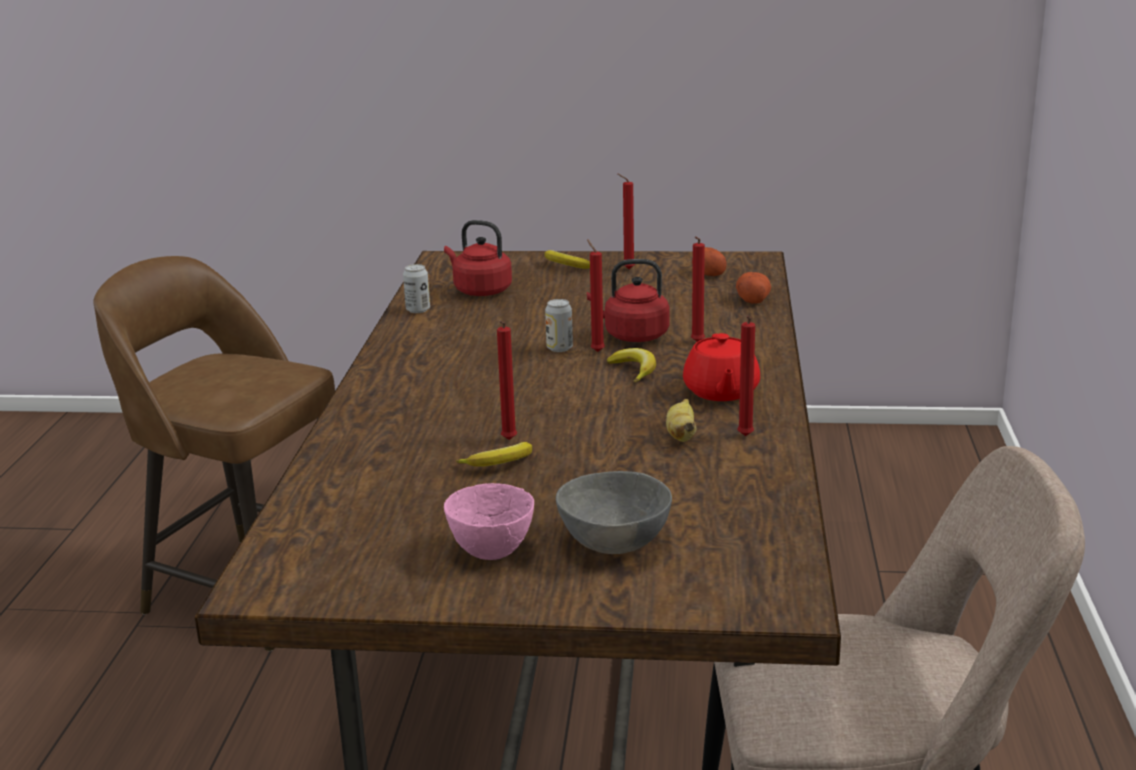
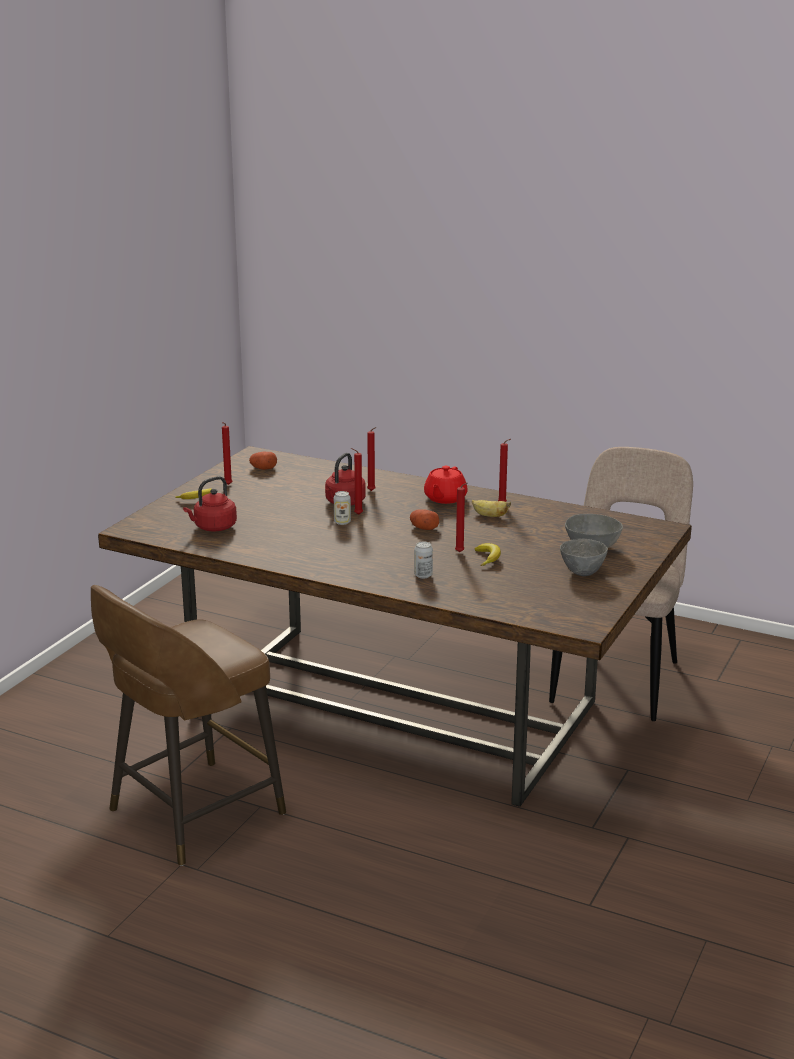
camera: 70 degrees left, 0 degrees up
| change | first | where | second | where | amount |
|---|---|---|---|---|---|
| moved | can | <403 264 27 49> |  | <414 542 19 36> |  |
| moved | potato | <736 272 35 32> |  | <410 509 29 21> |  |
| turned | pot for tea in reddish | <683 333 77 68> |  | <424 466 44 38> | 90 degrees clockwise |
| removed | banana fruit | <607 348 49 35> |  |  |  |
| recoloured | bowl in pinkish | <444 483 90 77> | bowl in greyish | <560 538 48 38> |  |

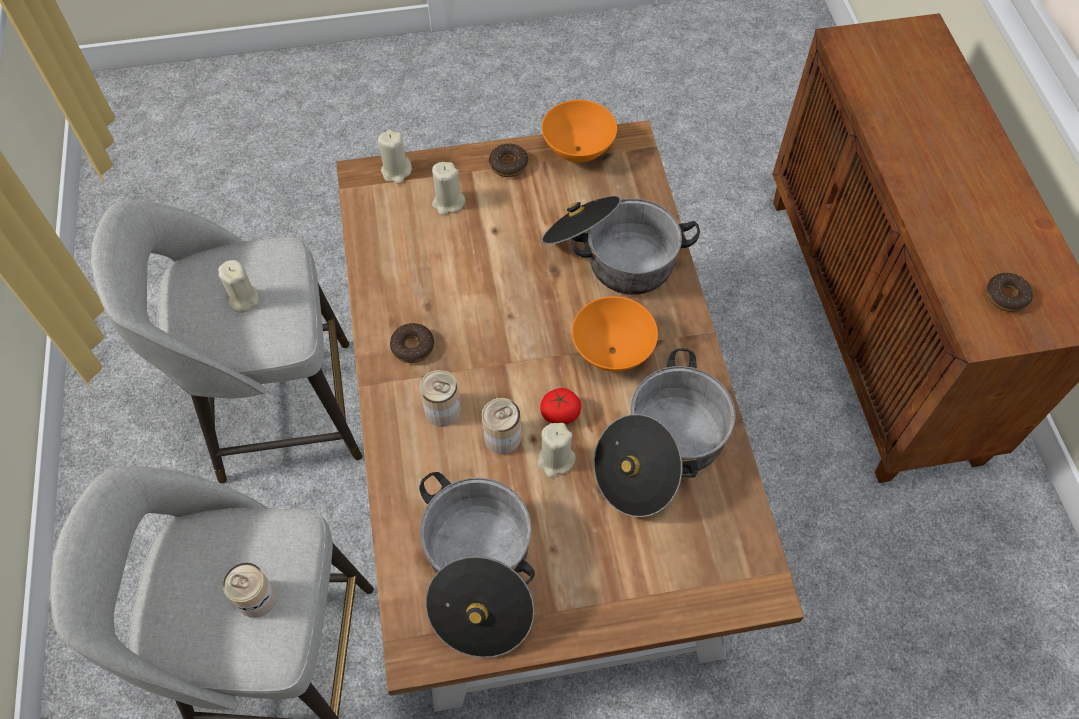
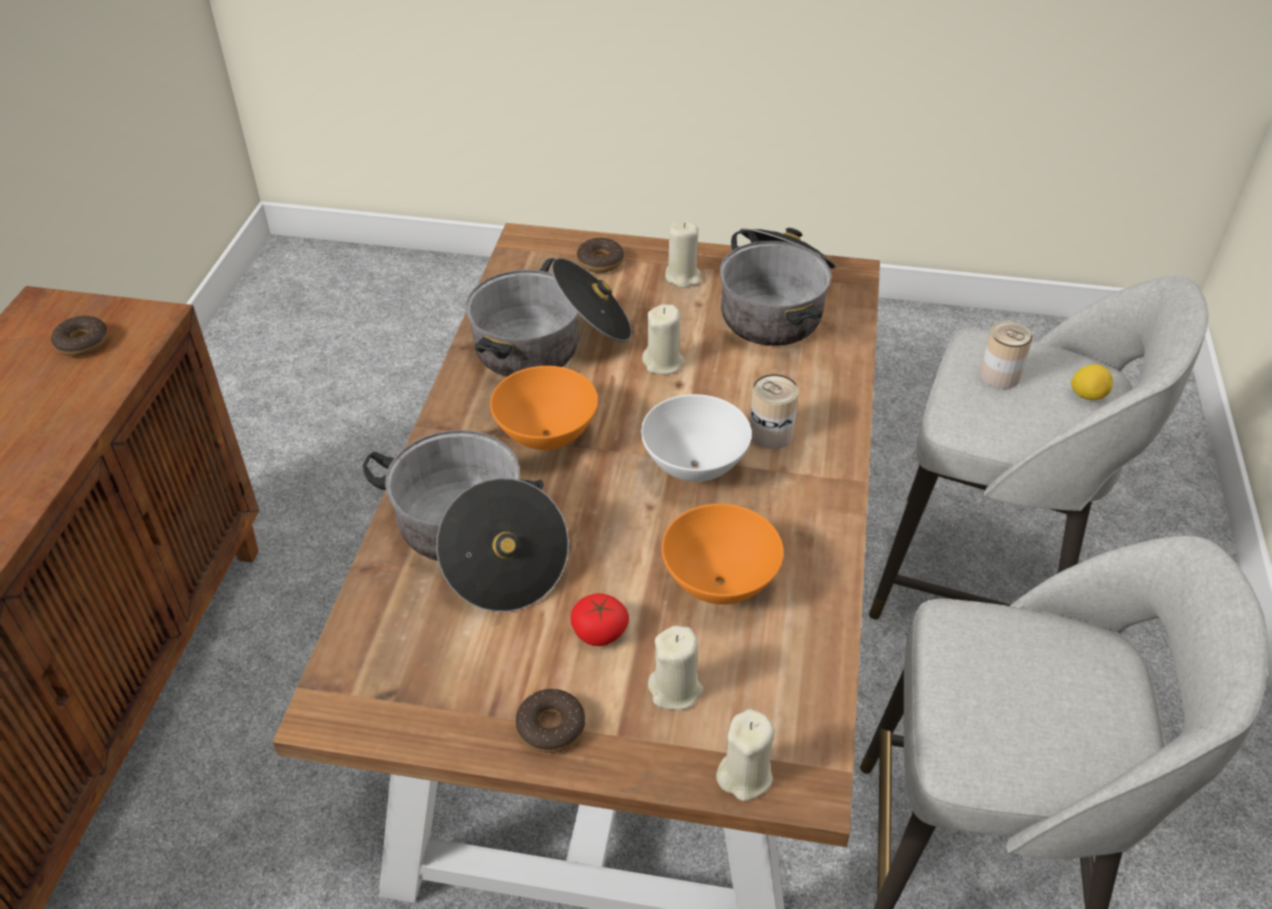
camera: 160 degrees left, 15 degrees down
| change | first | where | second | where | amount |
|---|---|---|---|---|---|
| moved | bowl in orange-coloured | <542 100 75 63> |  | <662 504 122 100> |  |
| moved | candle in sand-coloured | <218 260 41 53> |  | <665 221 36 67> |  |
| moved | doughnut | <390 323 44 40> |  | <577 238 47 35> |  |
| moved | tomato | <540 388 41 36> |  | <570 593 59 53> |  |
| removed | can | <482 398 39 56> |  |  |  |
| added |  |  | lemon | <1071 364 42 36> |  |
| added |  |  | bowl in white-coloured | <641 394 111 88> |  |

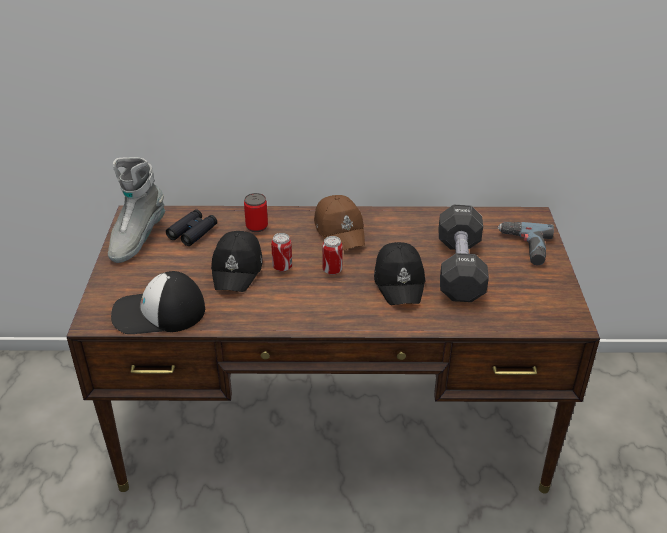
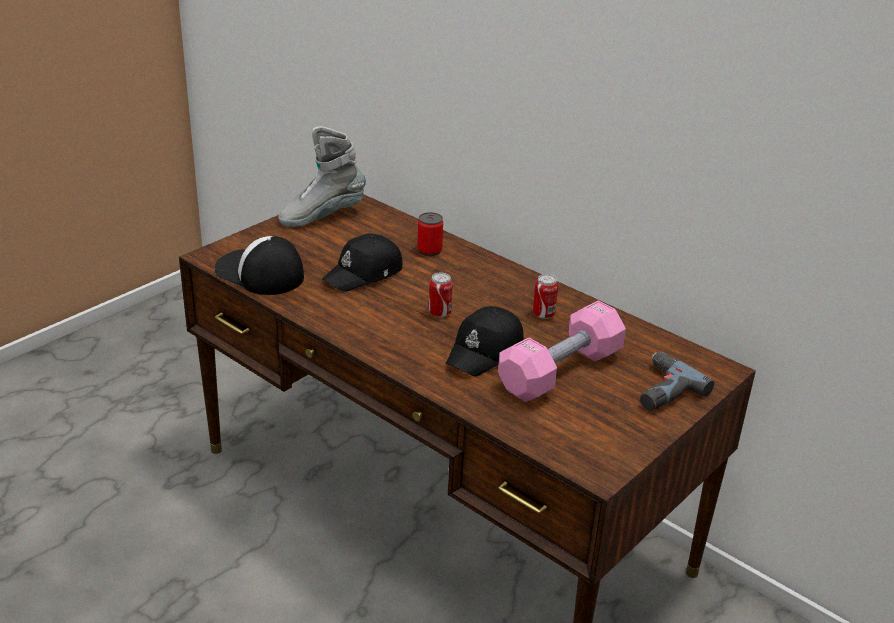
camera: 40 degrees right, 5 degrees down
| change | first | where | second | where | amount |
|---|---|---|---|---|---|
| removed | cap in brown | <314 195 51 55> |  |  |  |
| recoloured | hand weight in black | <439 205 50 97> | hand weight in pinkish | <498 300 128 102> |  |
| removed | pair of binoculars in black | <166 209 51 37> |  |  |  |
| moved | can | <271 233 21 39> |  | <533 274 25 45> |  |

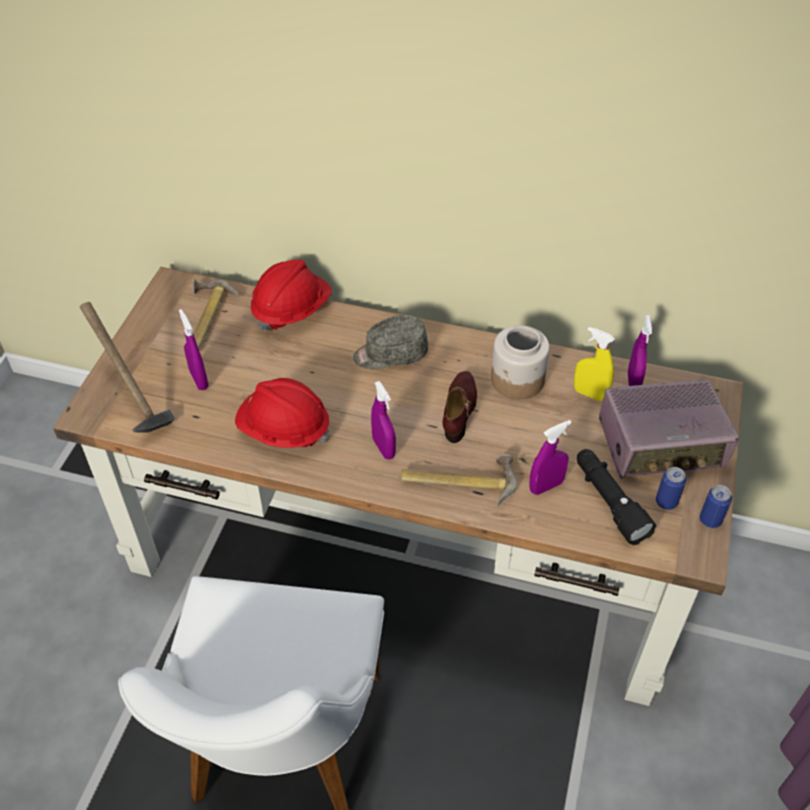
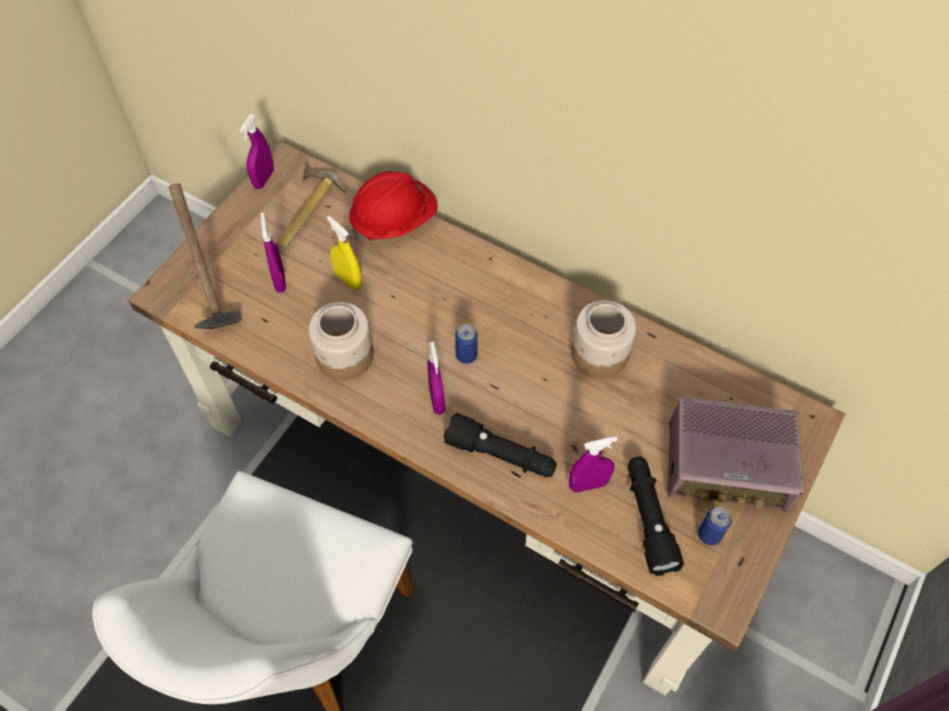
camera: 15 degrees right, 10 degrees up
| change | first | where | second | where | amount |
|---|---|---|---|---|---|
| removed | cap in greyish | <353 315 75 55> |  |  |  |
| moved | sprayer in purplish | <628 315 24 71> |  | <240 114 34 75> |  |
| moved | sprayer in yellow-coloured | <574 327 41 74> |  | <327 216 35 74> |  |
| removed | low shoe in brown | <443 371 34 72> |  |  |  |
| replaced | hard hat in reddish | <235 378 96 70> | preserve jar | <308 302 65 78> |  |
| replaced | hand hammer | <401 454 116 53> | torch in black | <443 413 114 64> |  |
| moved | can | <700 485 32 43> |  | <455 324 23 40> |  |

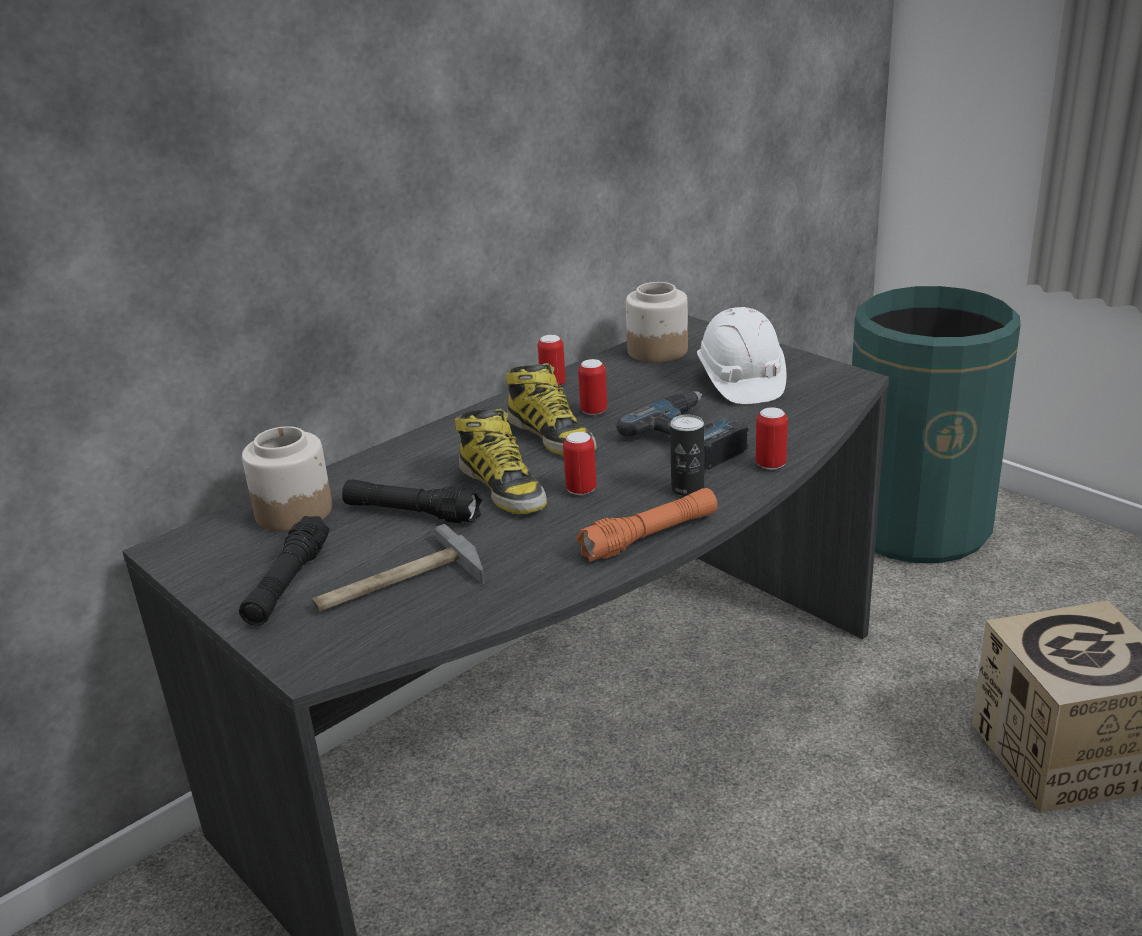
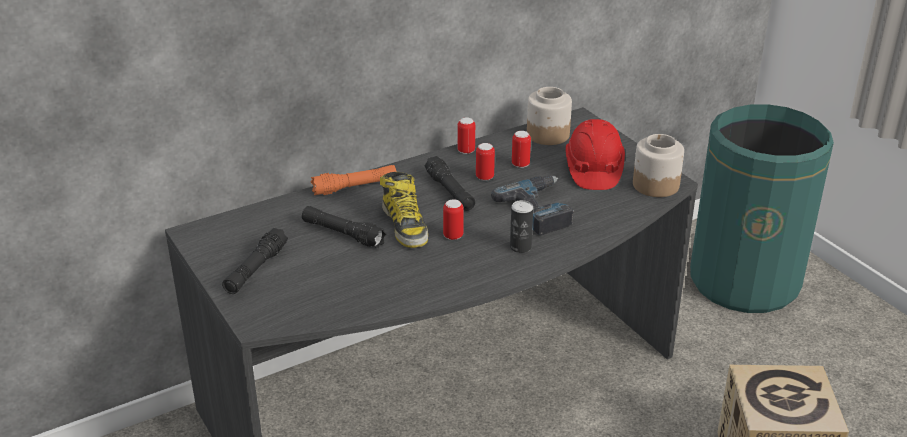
camera: 10 degrees right, 5 degrees up
| change | first | where | second | where | amount |
|---|---|---|---|---|---|
| recoloured | hard hat in white-coloured | <697 307 89 97> | hard hat in reddish | <565 119 60 71> |  |
| replaced | high-top boot | <506 363 91 93> | torch in black | <425 156 50 55> |  |
| moved | can | <756 407 32 63> |  | <512 131 19 37> |  |
| moved | preserve jar | <242 426 90 105> |  | <633 134 51 63> |  |
| moved | torch in orange-coloured | <576 488 142 74> |  | <311 165 86 30> |  |
| removed | hand hammer | <312 524 173 88> |  |  |  |

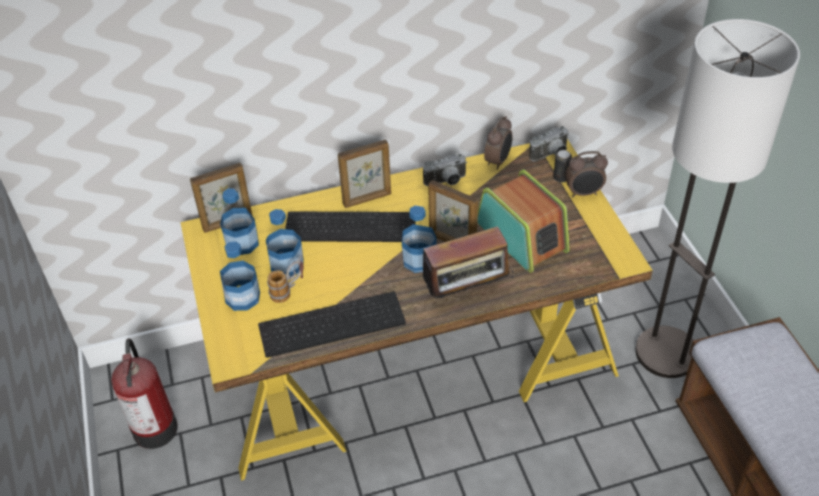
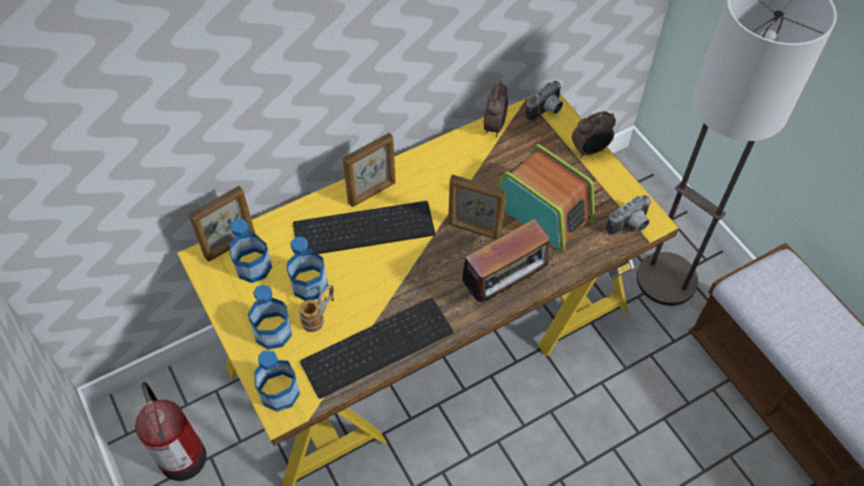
camera: 15 degrees left, 10 degrees up
| change | first | where | second | where | amount |
|---|---|---|---|---|---|
| removed | can | <553 150 19 33> |  |  |  |
| moved | still camera | <423 154 43 32> |  | <606 195 45 40> |  |
| moved | bottle | <401 205 35 68> |  | <254 351 46 61> |  |

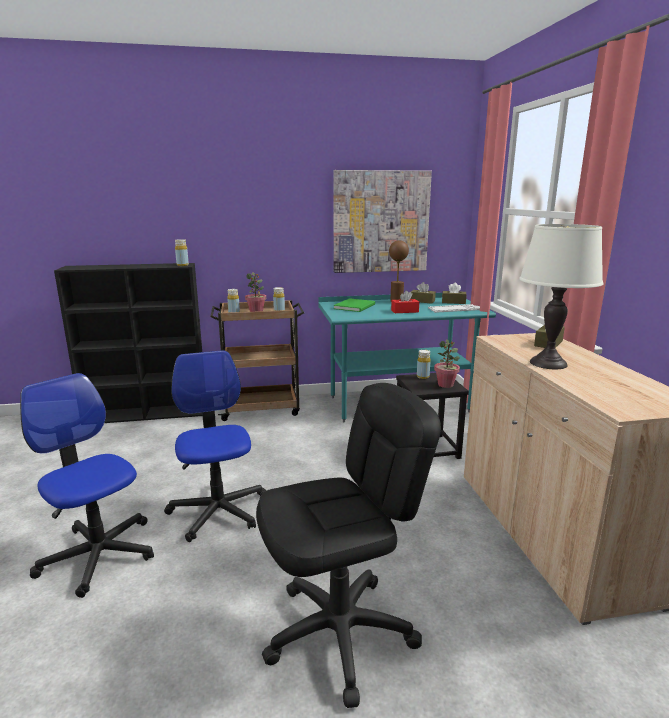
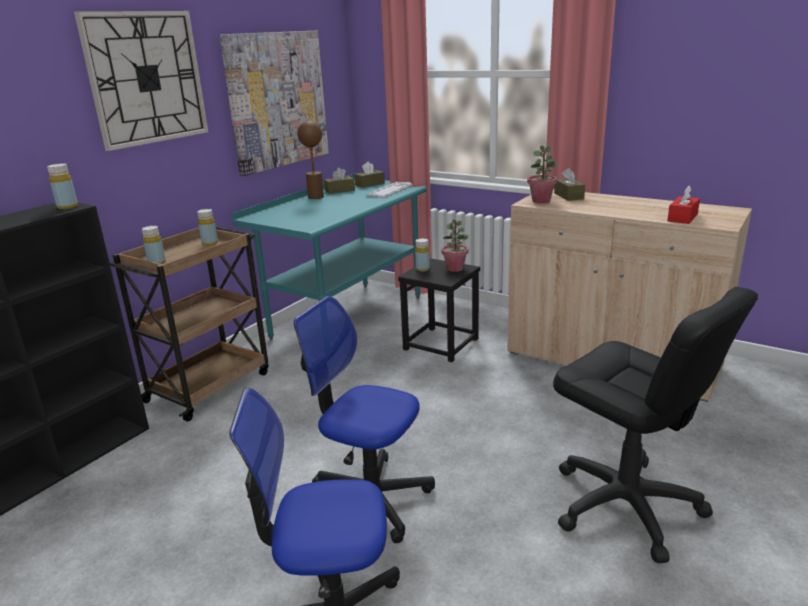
camera: 45 degrees left, 5 degrees up
| change | first | where | second | where | amount |
|---|---|---|---|---|---|
| removed | table lamp in white-coloured | <519 224 85 145> |  |  |  |
| moved | plant in a pot | <245 272 21 40> |  | <527 145 30 58> |  |
| moved | tissue box in reddish | <391 290 28 23> |  | <667 186 33 38> |  |
| removed | volume in green | <333 298 42 14> |  |  |  |
| turned | desk chair in black | <256 383 185 325> |  | <553 287 205 277> | 120 degrees clockwise |
| added |  |  | clock on the wall | <74 11 134 140> |  |

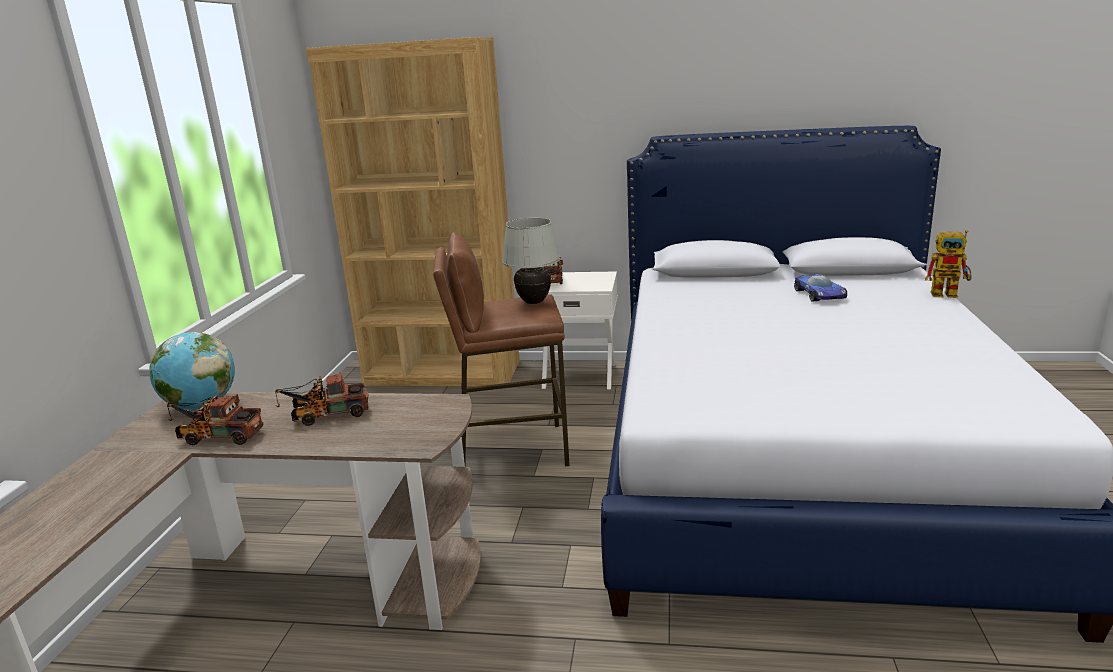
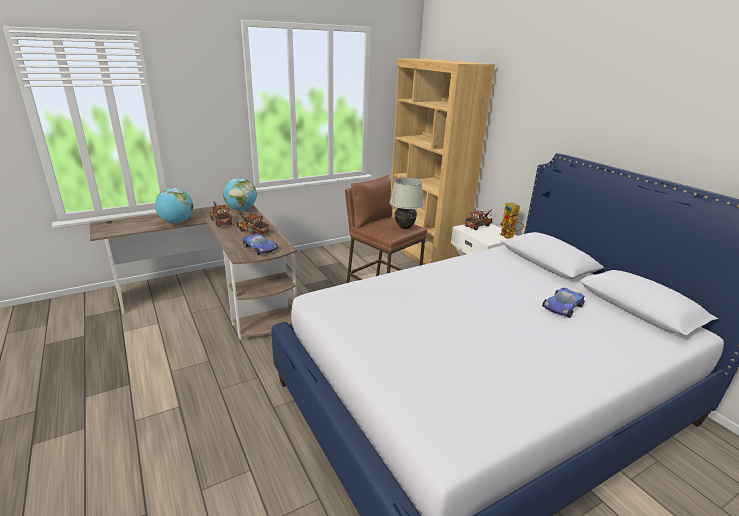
camera: 50 degrees right, 5 degrees up
| change | first | where | second | where | amount |
|---|---|---|---|---|---|
| moved | robot figure | <925 230 47 68> |  | <500 202 24 37> |  |
| added |  |  | globe | <155 188 38 35> |  |
| added |  |  | toy car | <243 233 35 22> |  |

